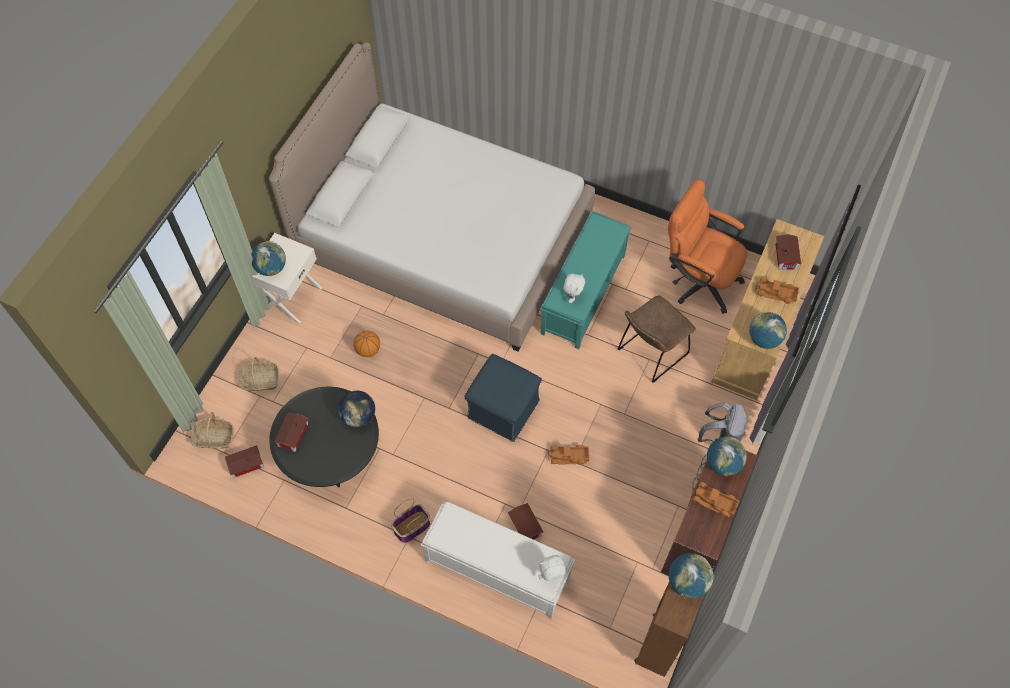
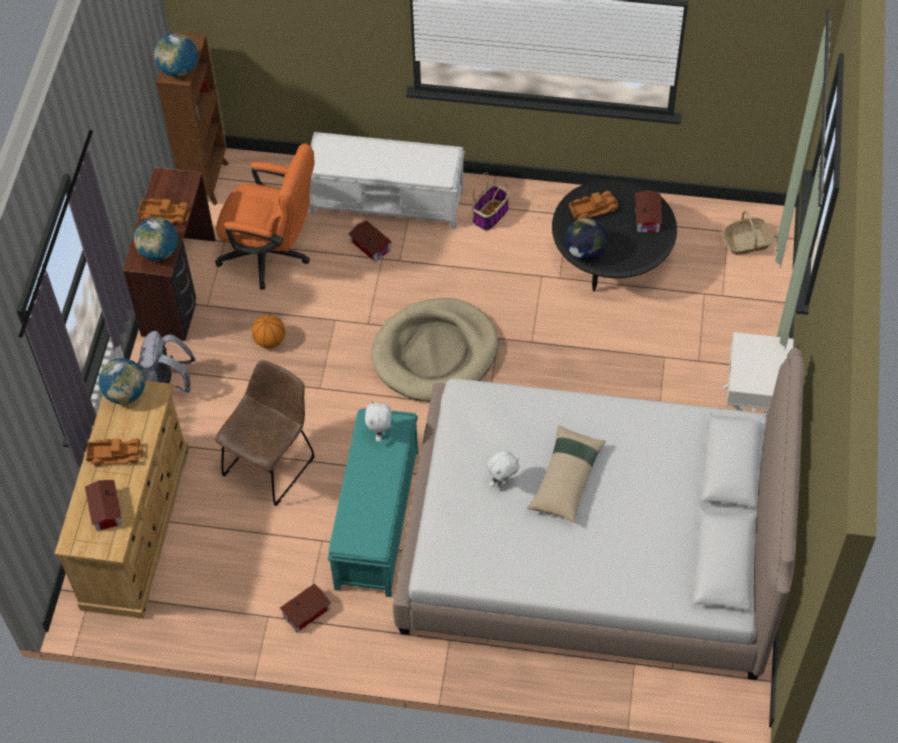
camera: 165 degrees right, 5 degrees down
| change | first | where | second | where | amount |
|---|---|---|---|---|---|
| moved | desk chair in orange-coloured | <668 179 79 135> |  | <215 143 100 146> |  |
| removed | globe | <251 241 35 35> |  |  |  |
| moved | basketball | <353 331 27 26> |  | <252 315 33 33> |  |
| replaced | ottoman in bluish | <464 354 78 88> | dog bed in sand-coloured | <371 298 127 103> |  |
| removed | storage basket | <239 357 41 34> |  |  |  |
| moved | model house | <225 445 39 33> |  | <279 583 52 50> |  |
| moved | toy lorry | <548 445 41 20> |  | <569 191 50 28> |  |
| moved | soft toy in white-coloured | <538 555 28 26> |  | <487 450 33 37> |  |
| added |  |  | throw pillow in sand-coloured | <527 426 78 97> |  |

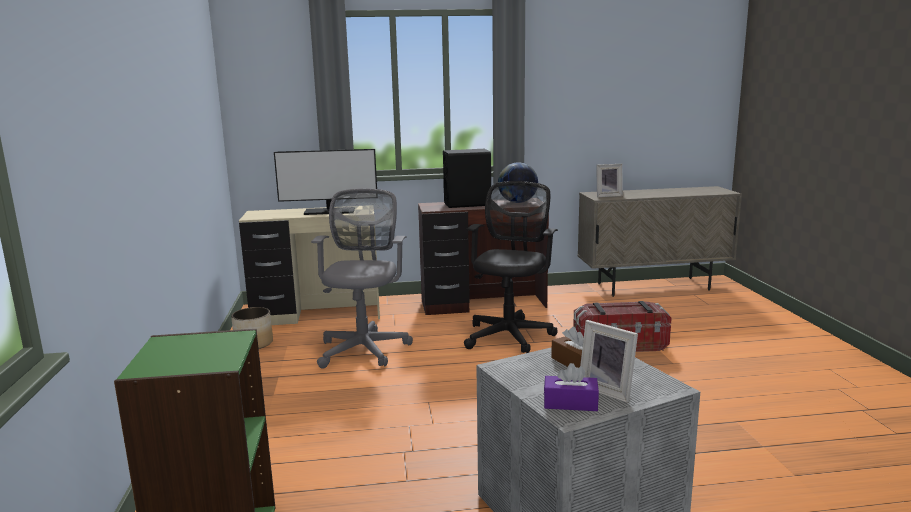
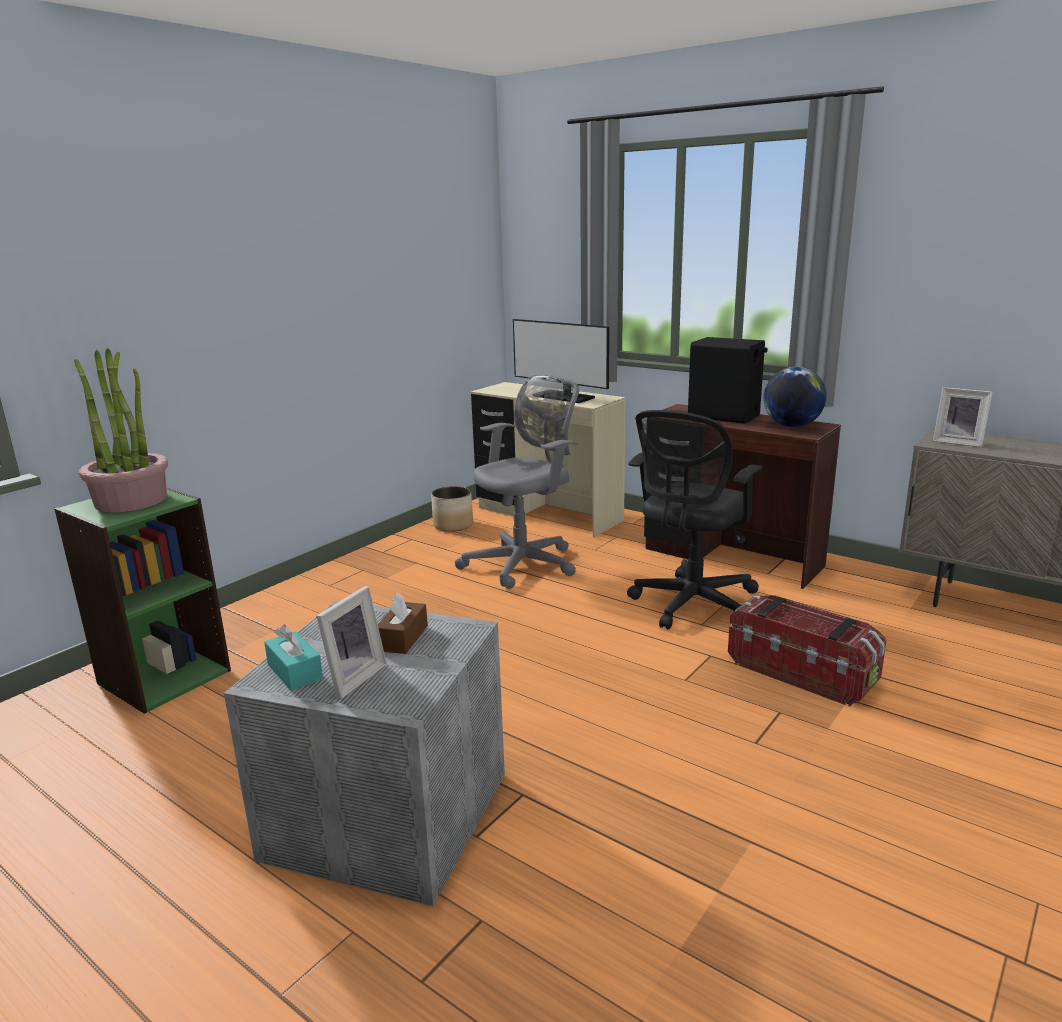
camera: 45 degrees right, 5 degrees up
| change | first | where | second | where | amount |
|---|---|---|---|---|---|
| turned | desk chair in black | <464 181 94 172> |  | <627 410 135 220> | 150 degrees clockwise |
| turned | photo frame | <580 320 58 83> |  | <316 586 71 113> | 150 degrees counterclockwise |
| recoloured | tissue box in purplish | <544 363 55 48> | tissue box in blue-green | <264 625 59 66> |  |
| added |  |  | plant in a pot | <74 348 94 164> |  |

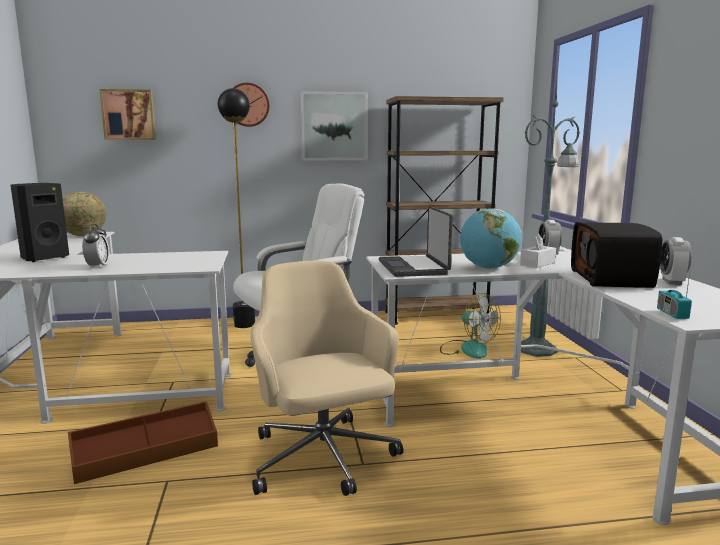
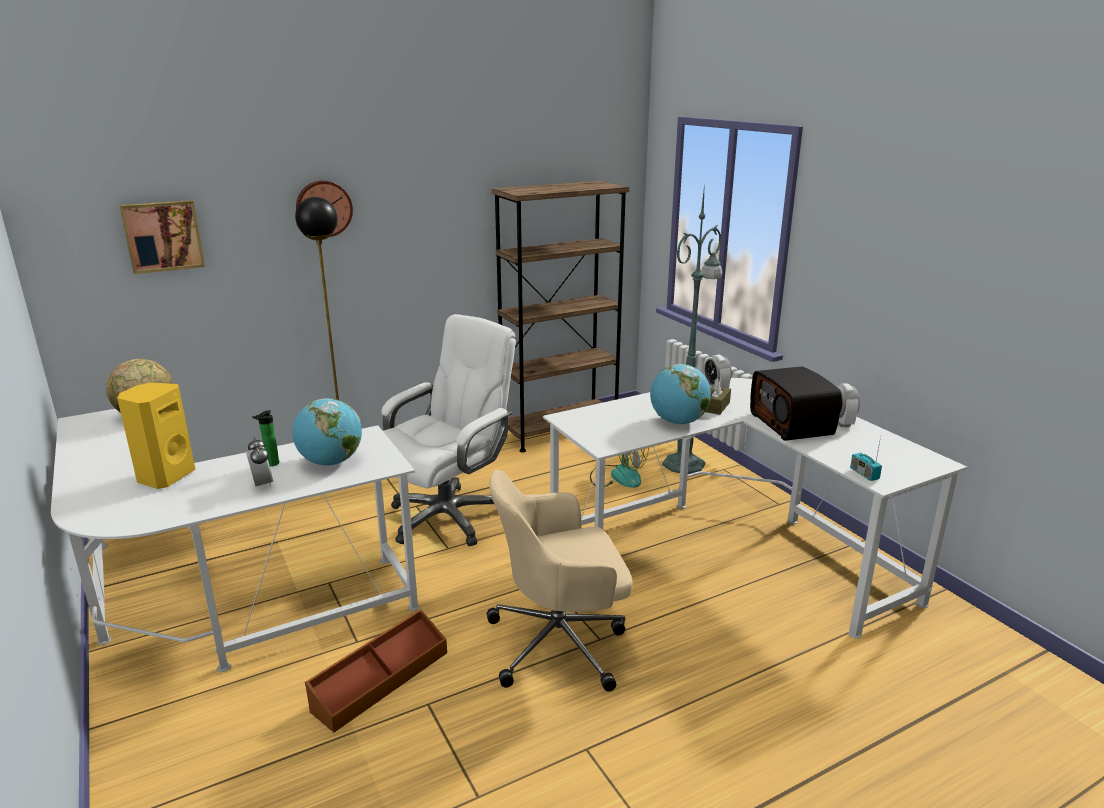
camera: 20 degrees left, 10 degrees up
| change | first | where | second | where | amount |
|---|---|---|---|---|---|
| removed | wall picture | <300 91 68 70> |  |  |  |
| recoloured | loudspeaker in black | <10 183 59 79> | loudspeaker in yellow-coloured | <117 382 78 107> |  |
| removed | notebook computer | <379 206 74 71> |  |  |  |
| recoloured | tissue box in white-coloured | <520 234 36 34> | tissue box in brown | <706 379 25 36> |  |
| turned | desk chair in sand-coloured | <250 260 153 236> |  | <487 470 146 222> | 60 degrees counterclockwise |
| added |  |  | globe | <292 398 70 68> |  |
| added |  |  | bottle | <252 410 27 56> |  |

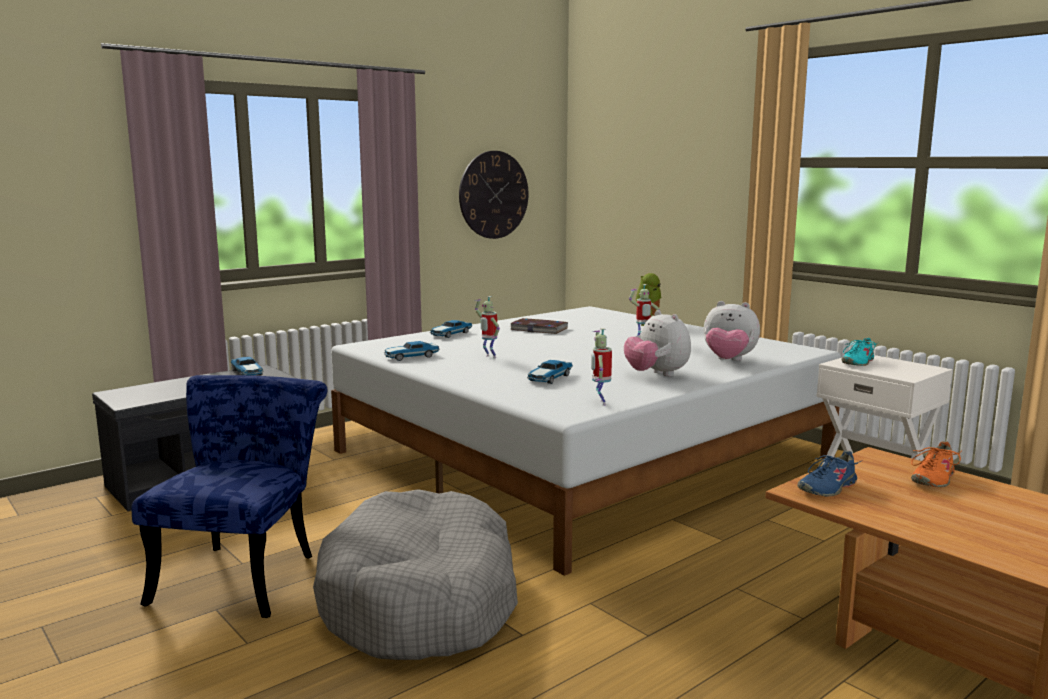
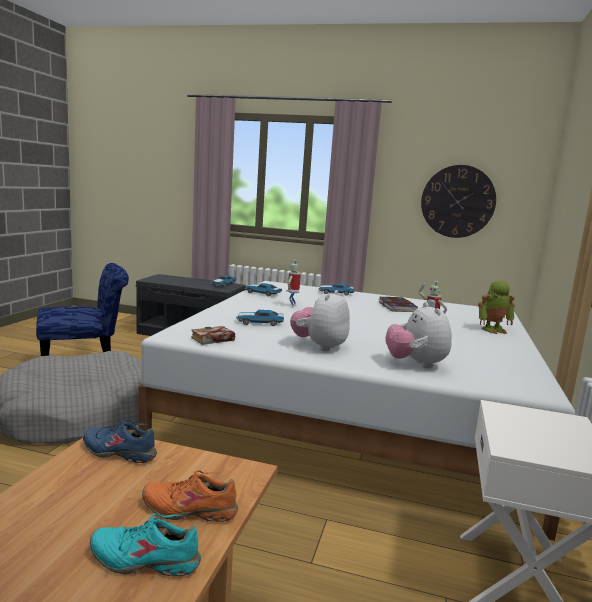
camera: 55 degrees right, 0 degrees up
| change | first | where | second | where | amount |
|---|---|---|---|---|---|
| replaced | robot figure | <591 328 21 78> | volume | <191 326 44 19> |  |
| moved | low shoe in blue-green | <842 337 37 29> |  | <90 514 111 62> |  |

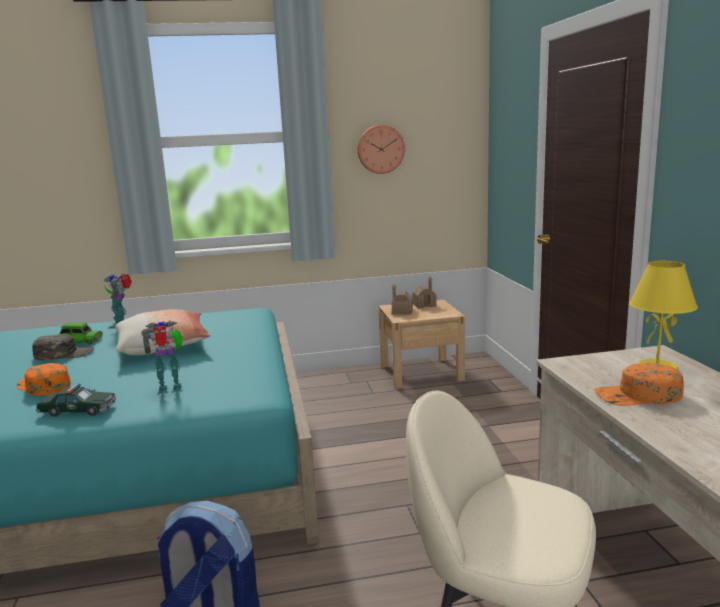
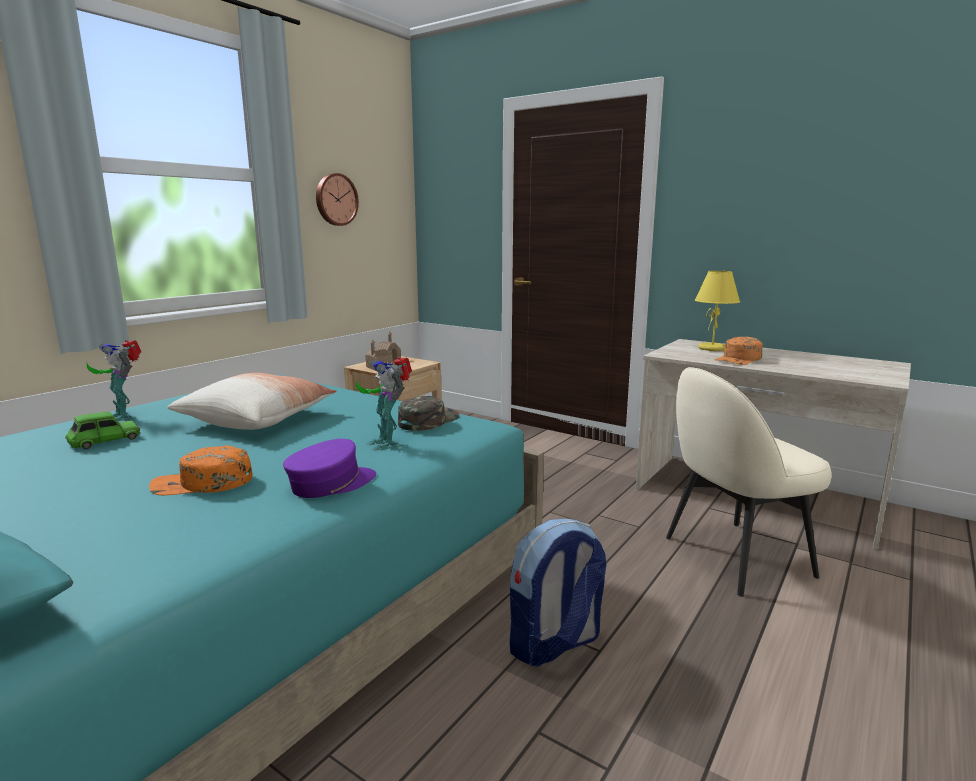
camera: 45 degrees left, 0 degrees up
| change | first | where | second | where | amount |
|---|---|---|---|---|---|
| turned | robot figure | <142 321 41 74> |  | <356 357 56 94> | 60 degrees counterclockwise |
| moved | cap in green | <32 334 62 26> |  | <398 396 62 35> |  |
| replaced | toy car | <36 383 80 34> | cap in purplish | <283 439 93 59> |  |

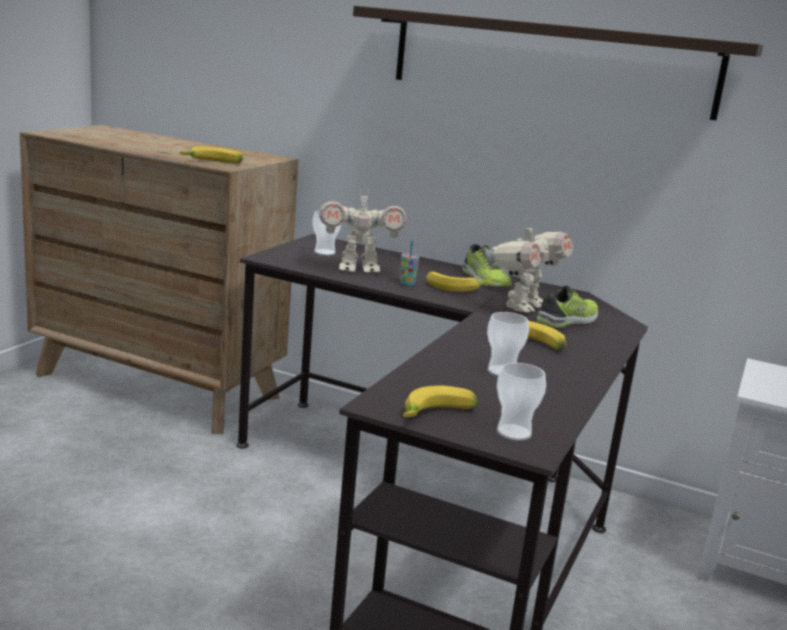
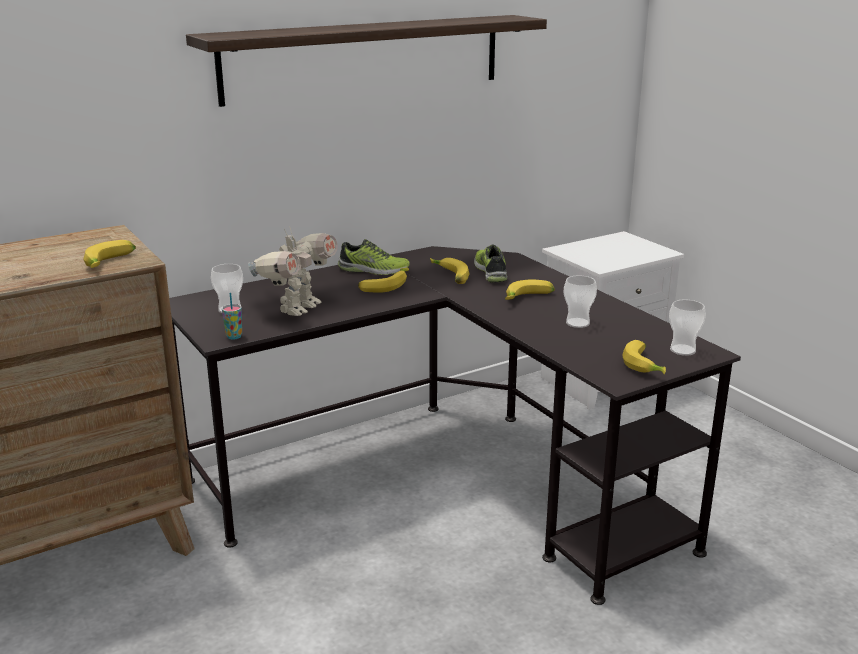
camera: 55 degrees left, 5 degrees up
| change | first | where | second | where | amount |
|---|---|---|---|---|---|
| replaced | robot figure | <485 220 89 93> | banana fruit | <430 258 39 26> |  |
| moved | drinking cup | <400 241 20 45> |  | <222 293 20 47> |  |

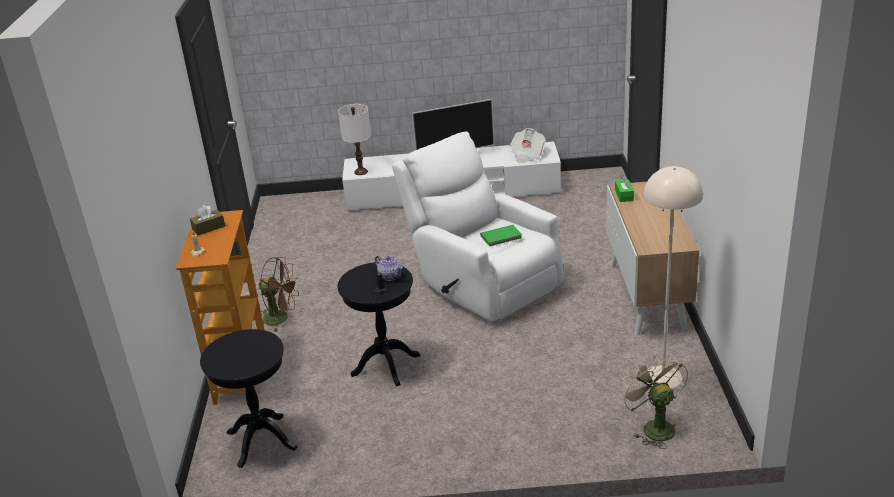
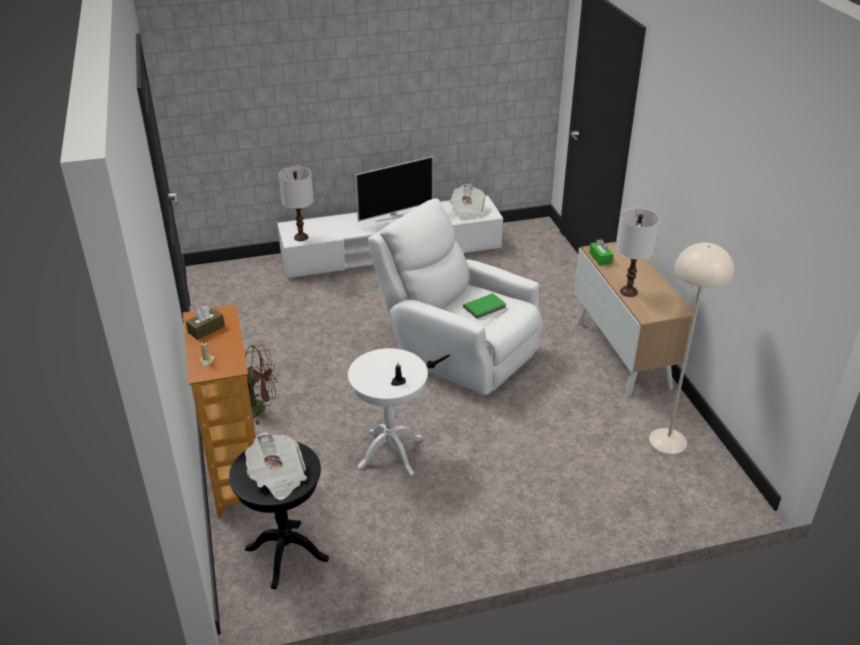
camera: 15 degrees left, 5 degrees up
| change | first | where | second | where | amount |
|---|---|---|---|---|---|
| removed | pot for tea | <375 256 28 25> |  |  |  |
| recoloured | accent table in black | <338 262 83 124> | accent table in white-coloured | <348 348 80 128> |  |
| removed | fan in sand-coloured | <620 354 68 95> |  |  |  |
| added |  |  | table lamp in white-coloured | <616 208 44 89> |  |
| added |  |  | printed paper | <245 432 62 68> |  |

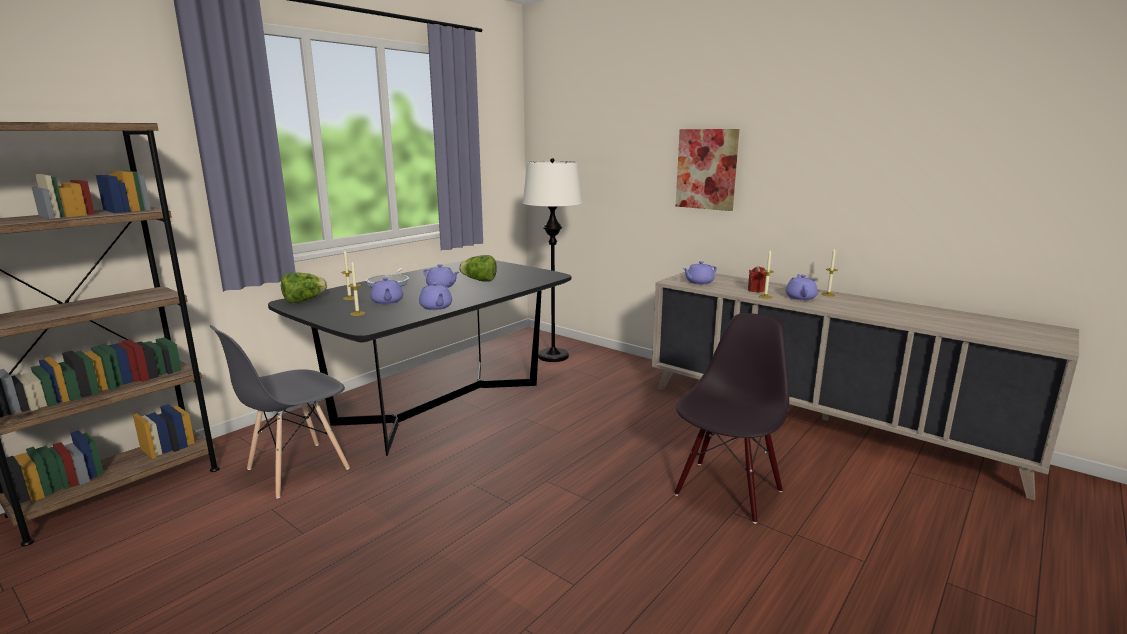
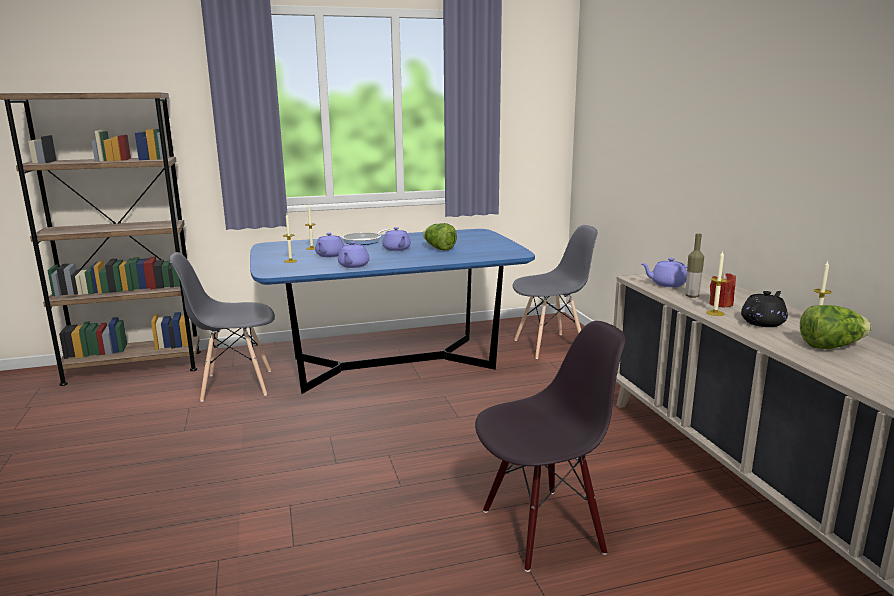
camera: 35 degrees right, 0 degrees up
| change | first | where | second | where | amount |
|---|---|---|---|---|---|
| removed | wall picture | <676 129 63 82> |  |  |  |
| replaced | standing lamp in white-coloured | <522 158 61 204> | upright chair in greyish | <513 225 84 134> |  |
| recoloured | dining table in black | <268 260 303 196> | dining table in bluish | <250 229 285 165> |  |
| moved | lettuce | <281 273 46 30> |  | <800 305 71 44> |  |
| recoloured | pot for tea in purplish | <785 274 33 26> | pot for tea in black | <741 291 47 36> |  |
| added |  |  | bottle | <685 234 19 64> |  |

